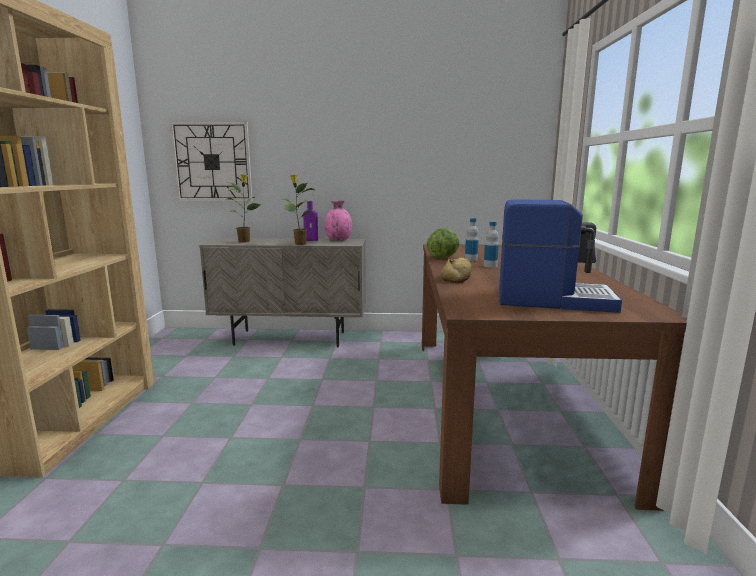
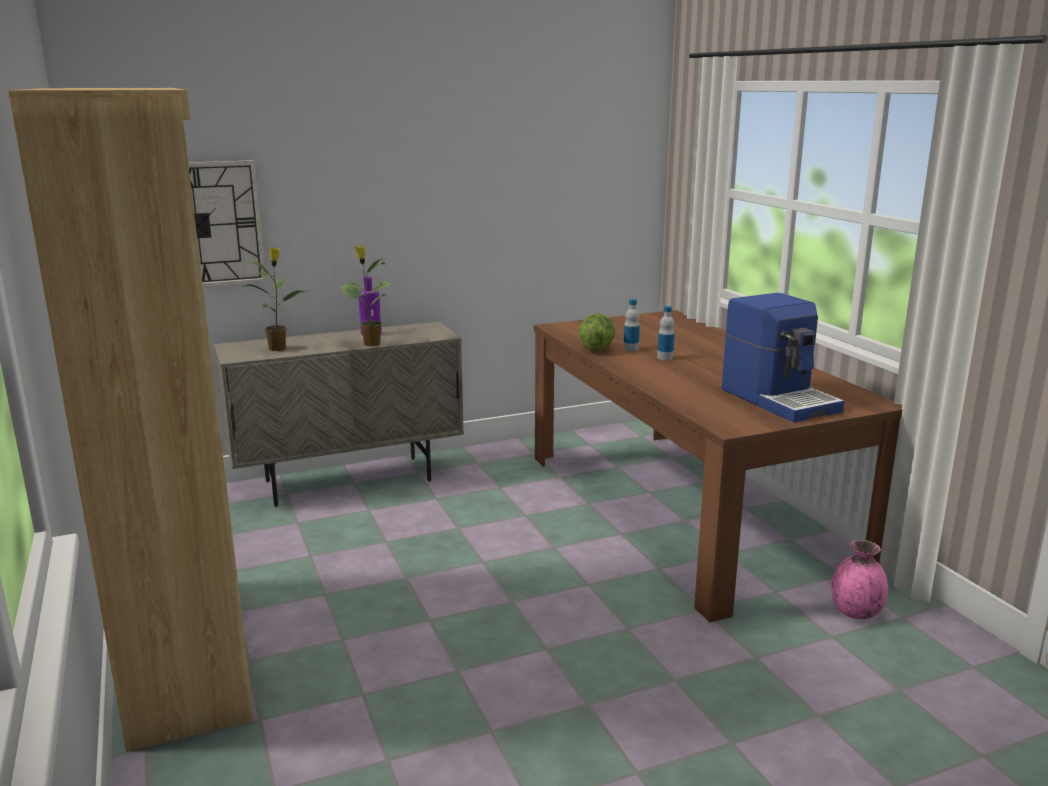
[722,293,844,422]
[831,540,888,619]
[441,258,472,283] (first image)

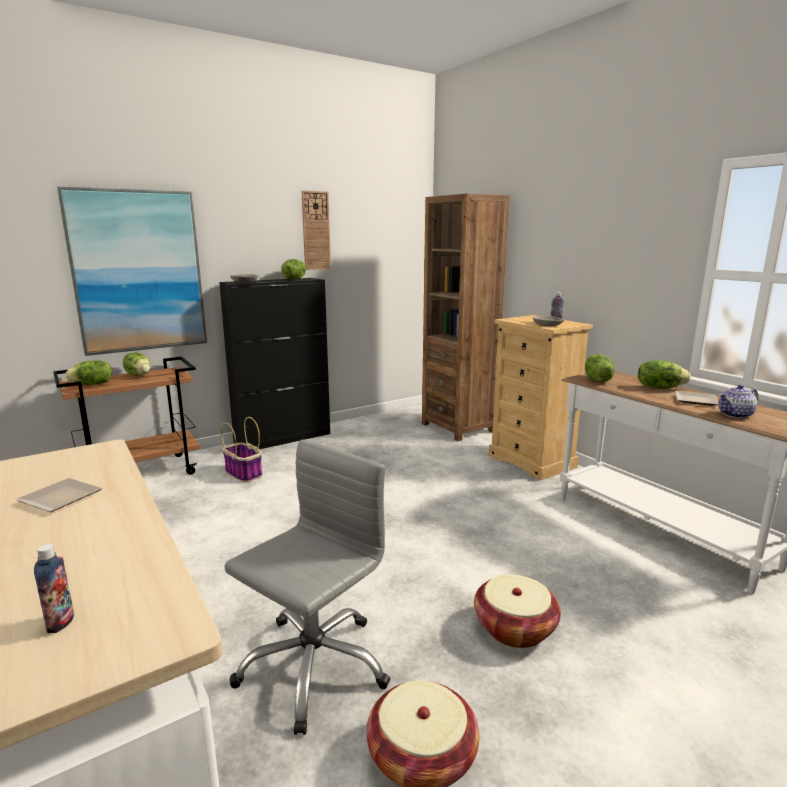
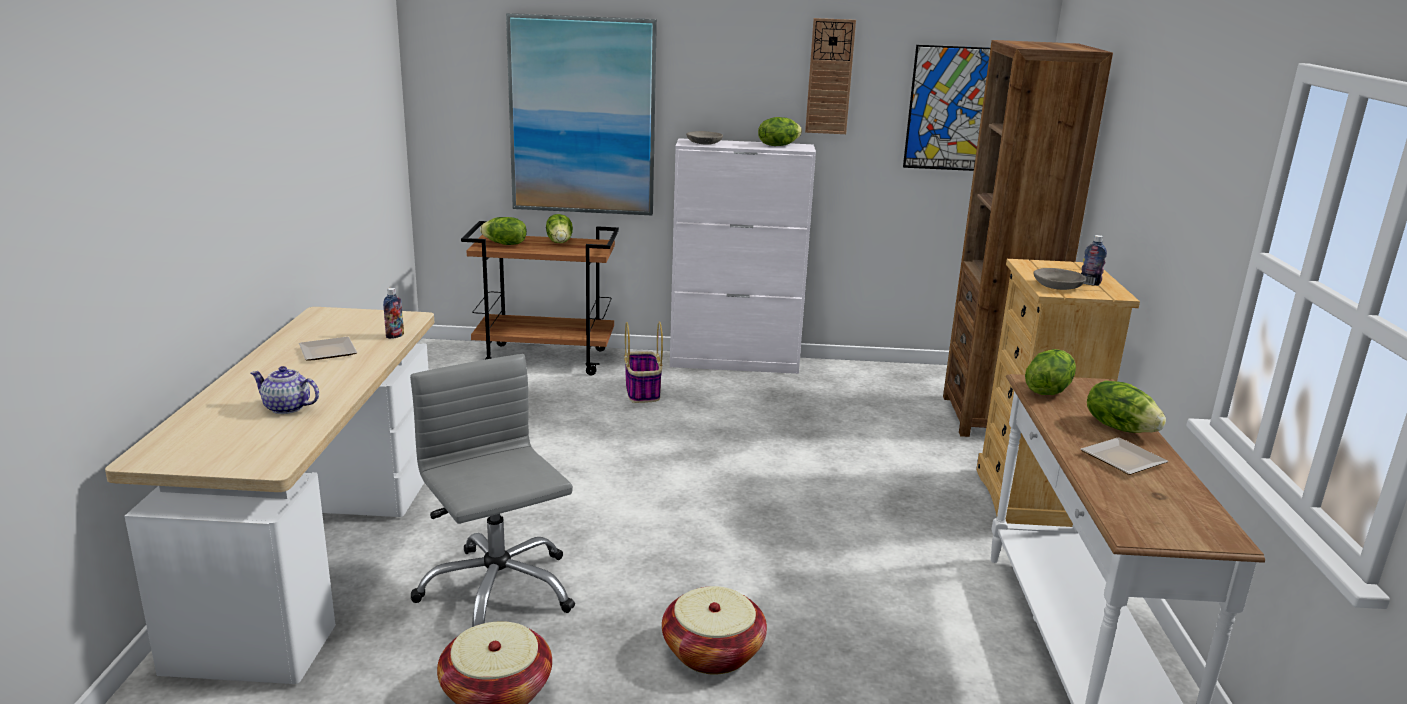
[251,366,319,414]
[383,288,404,339]
[410,354,575,627]
[670,138,816,374]
[903,45,990,171]

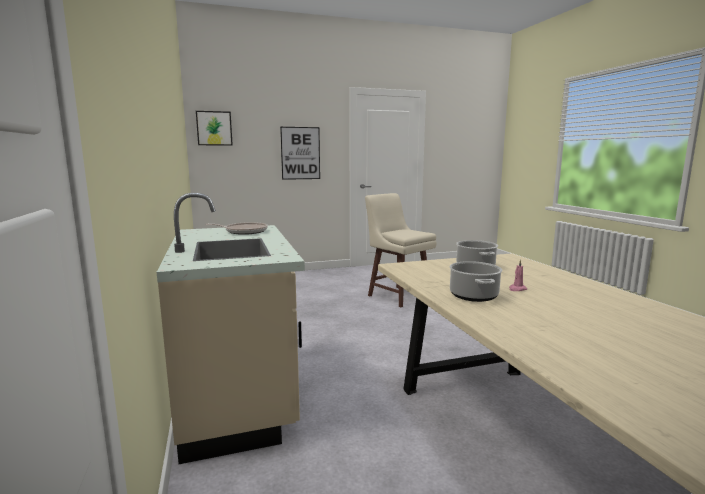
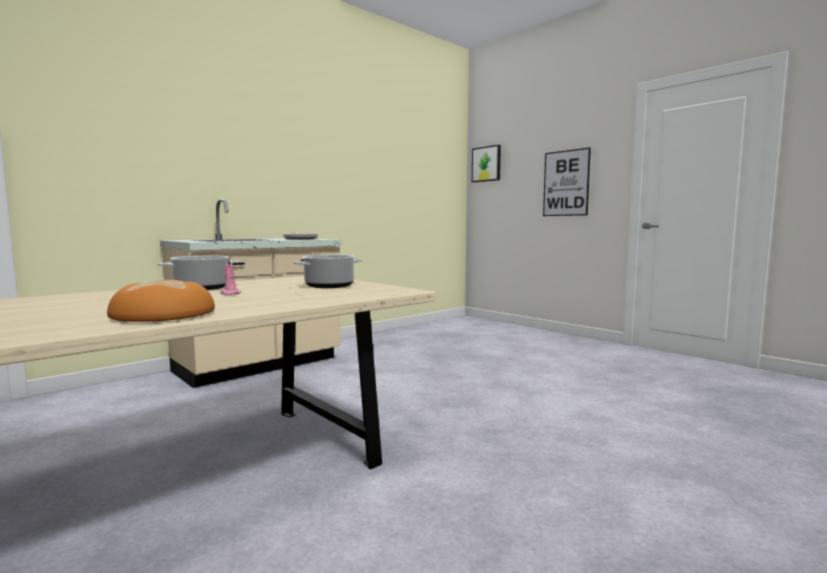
[107,280,215,322]
[365,193,437,307] (first image)

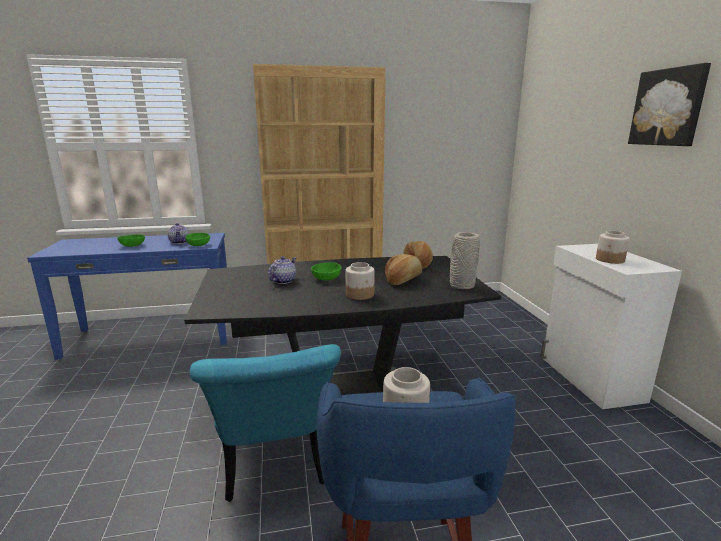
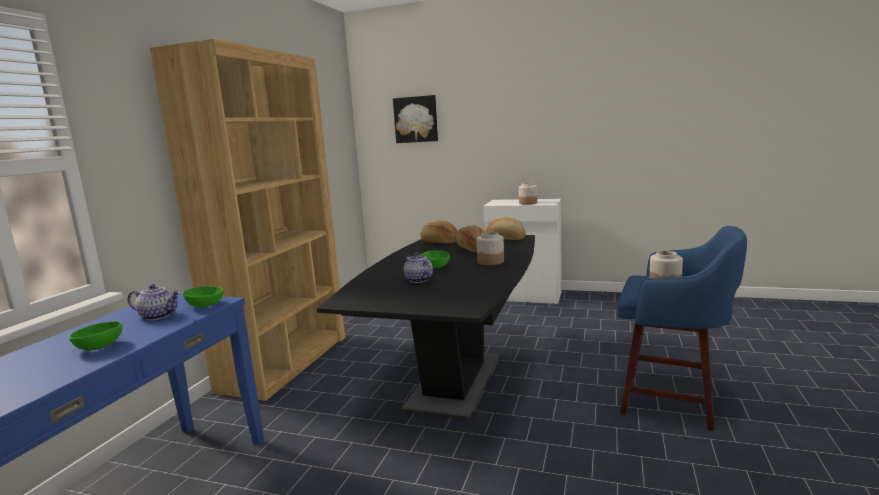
[393,95,438,143]
[486,217,526,240]
[190,344,341,502] (first image)

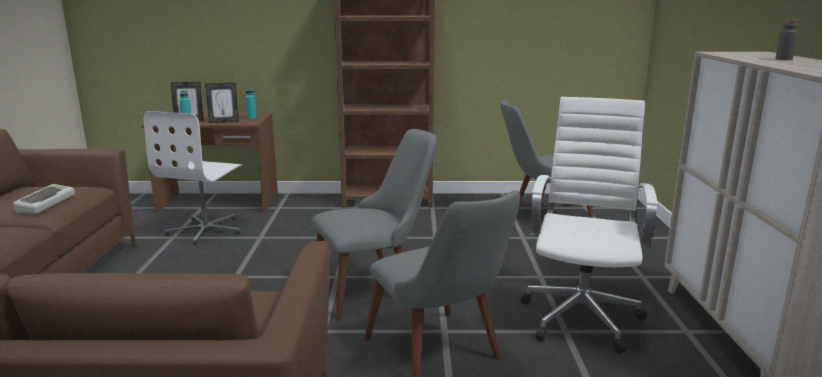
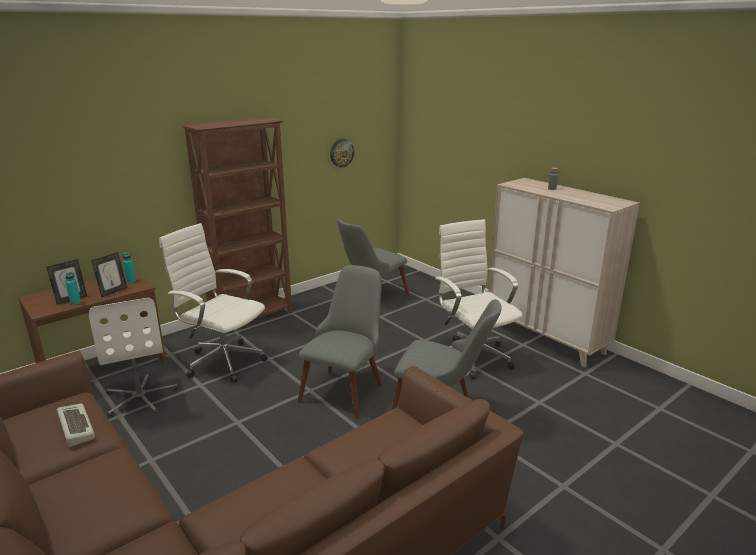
[159,223,268,383]
[330,138,354,168]

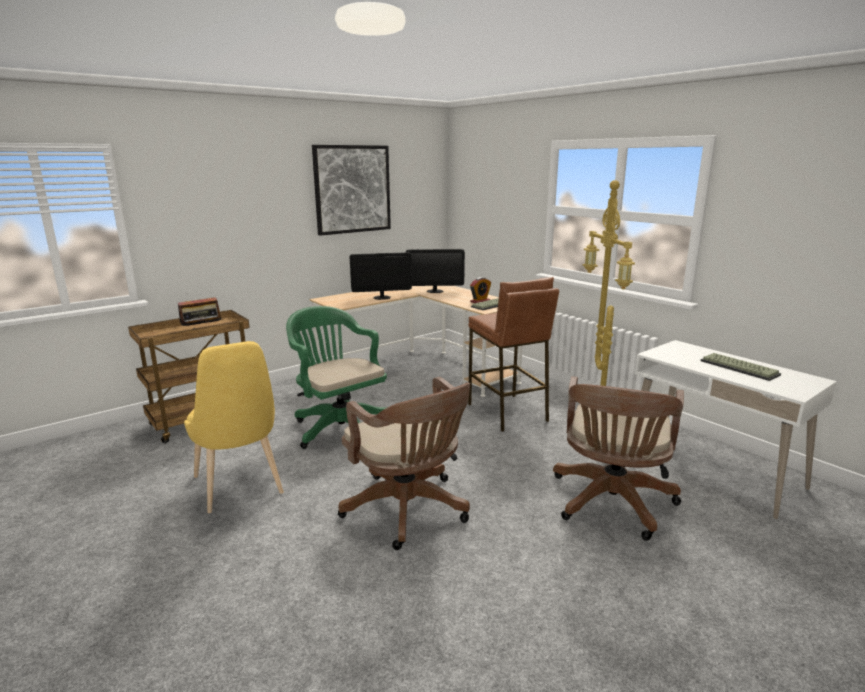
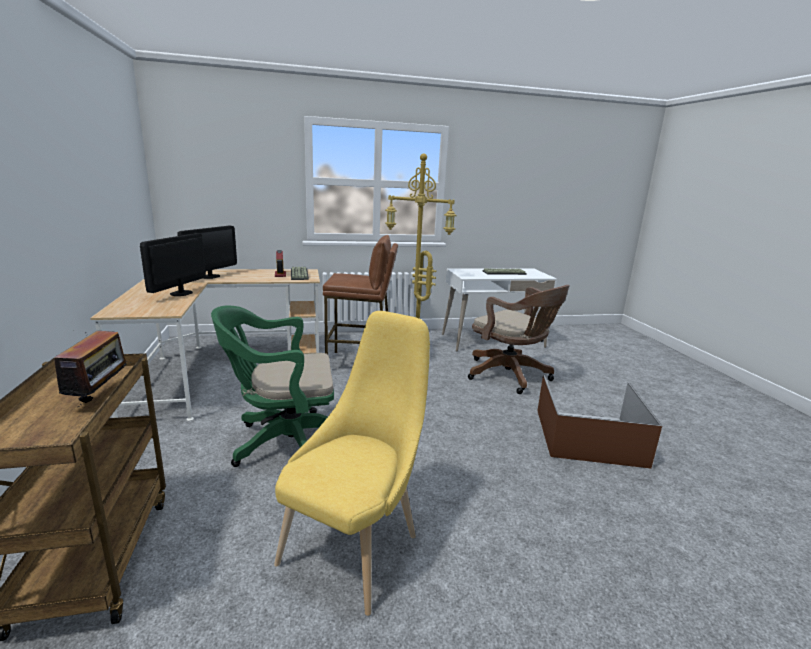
[274,311,430,616]
[537,375,662,468]
[312,145,391,236] (first image)
[338,377,470,550] (first image)

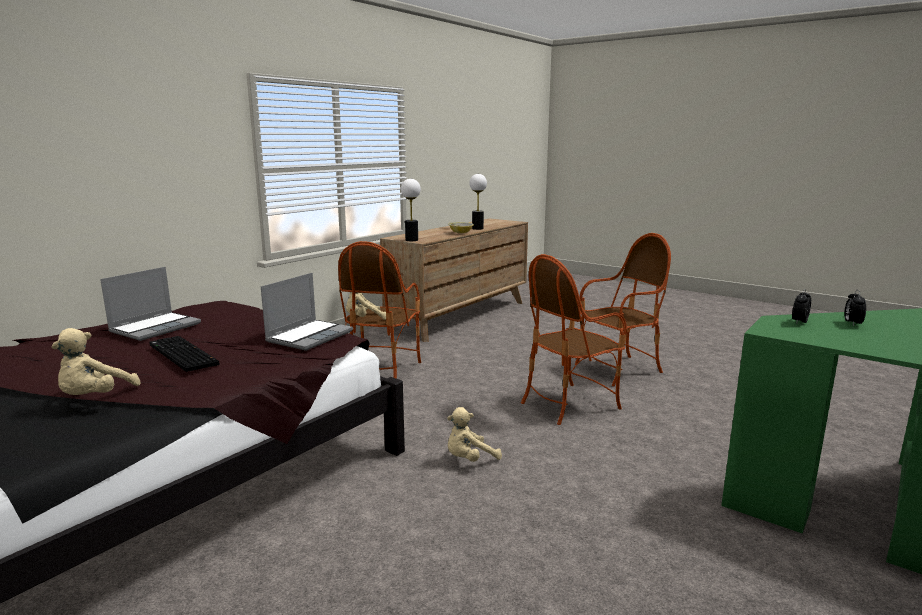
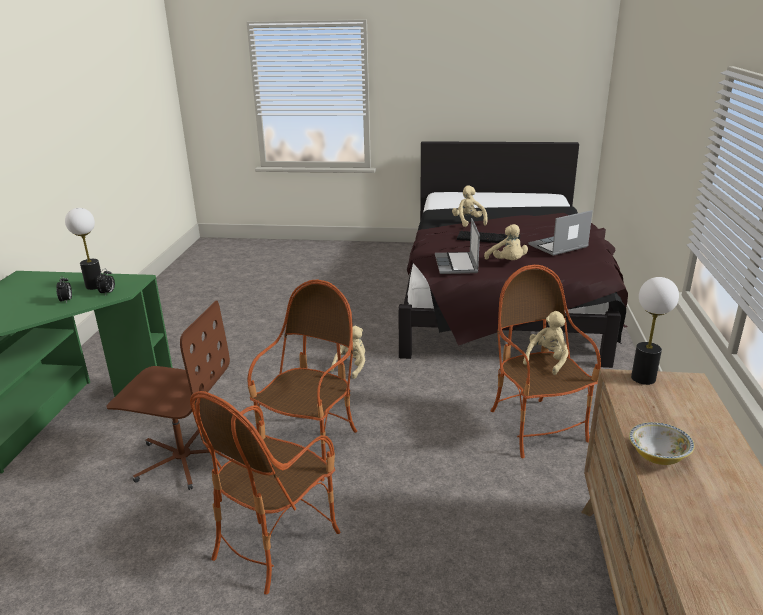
[65,208,102,290]
[106,300,230,490]
[484,224,528,260]
[529,210,593,256]

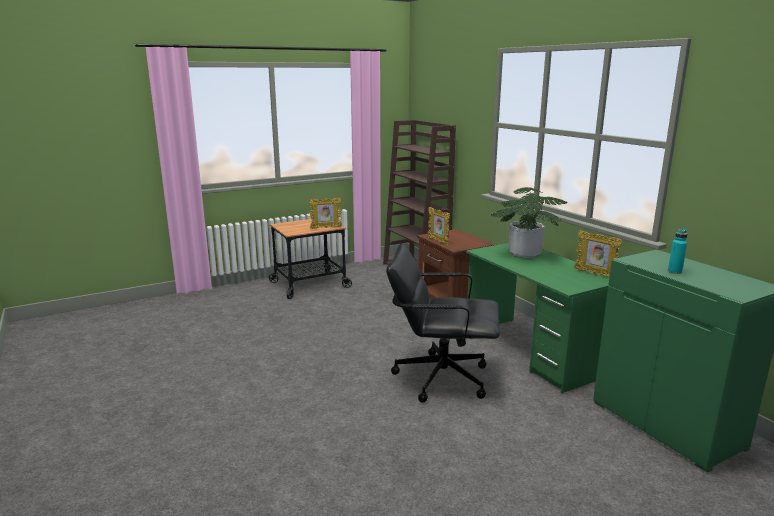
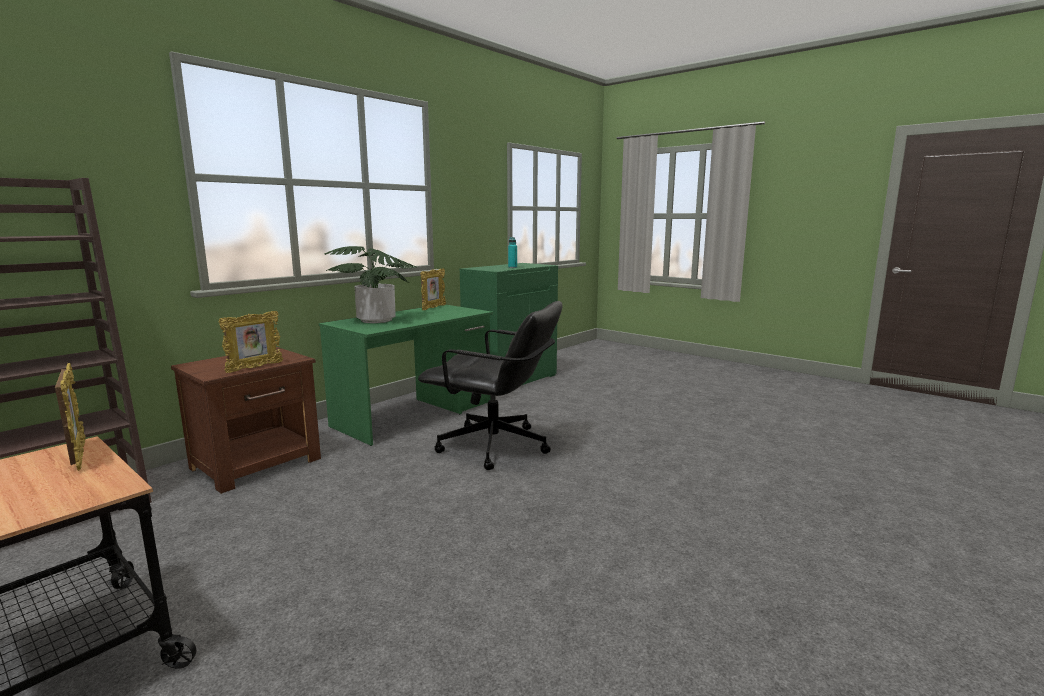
[418,301,562,470]

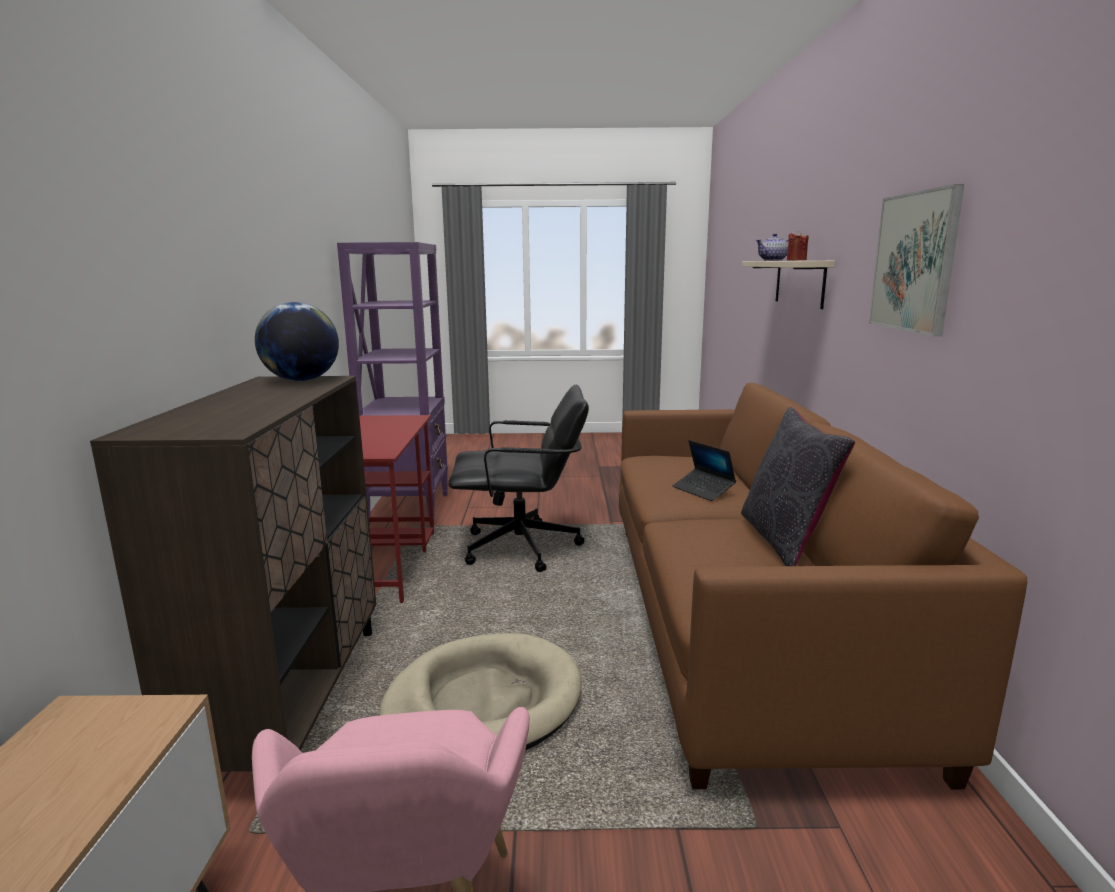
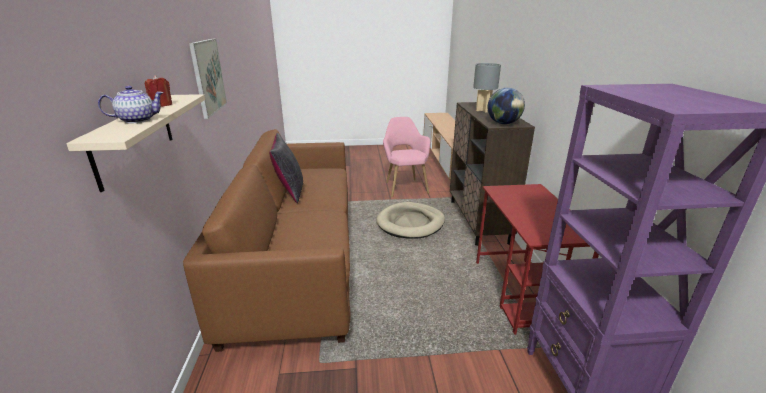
[473,63,501,112]
[448,384,589,572] (first image)
[673,440,736,501] (first image)

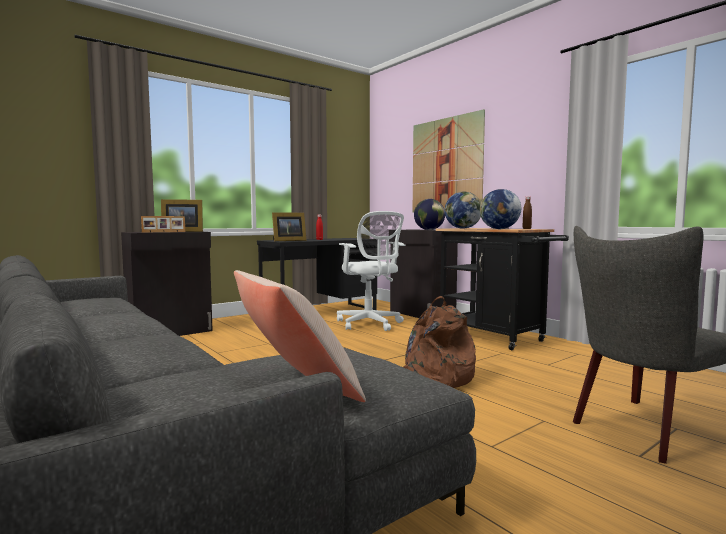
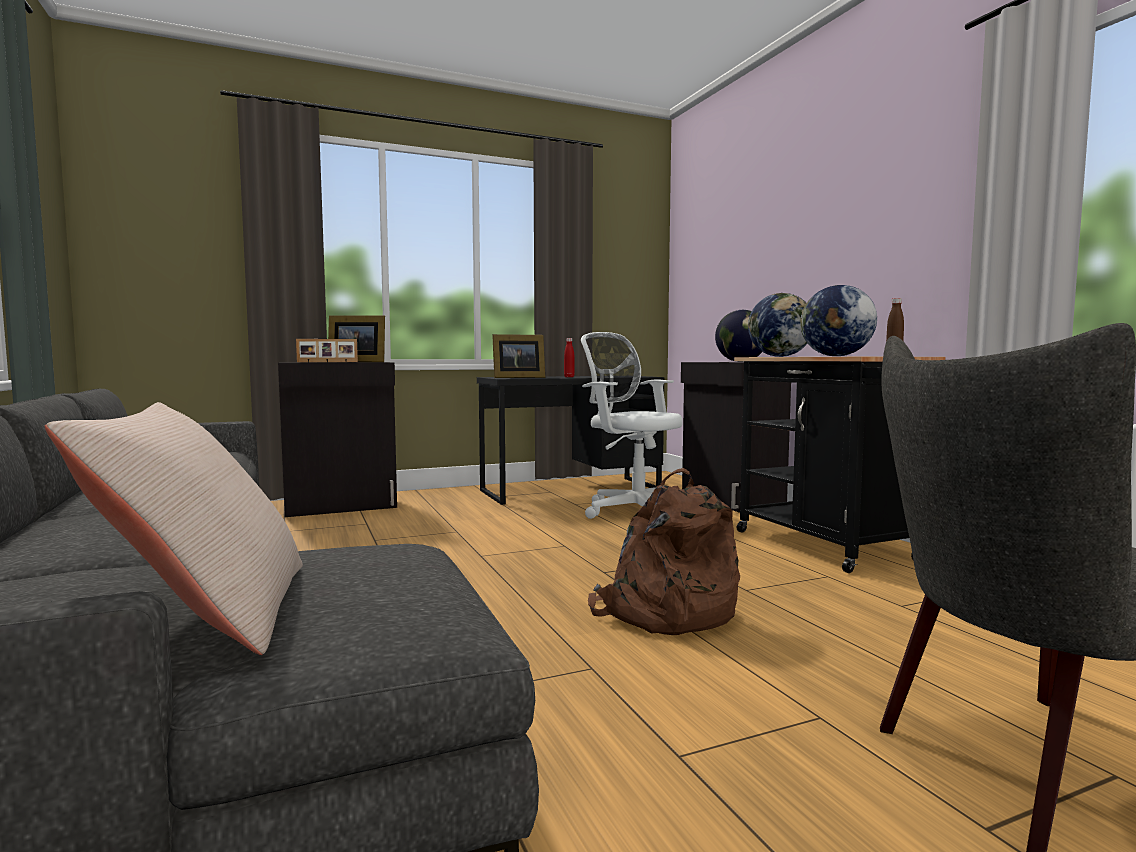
[581,332,683,519]
[412,109,485,213] (first image)

